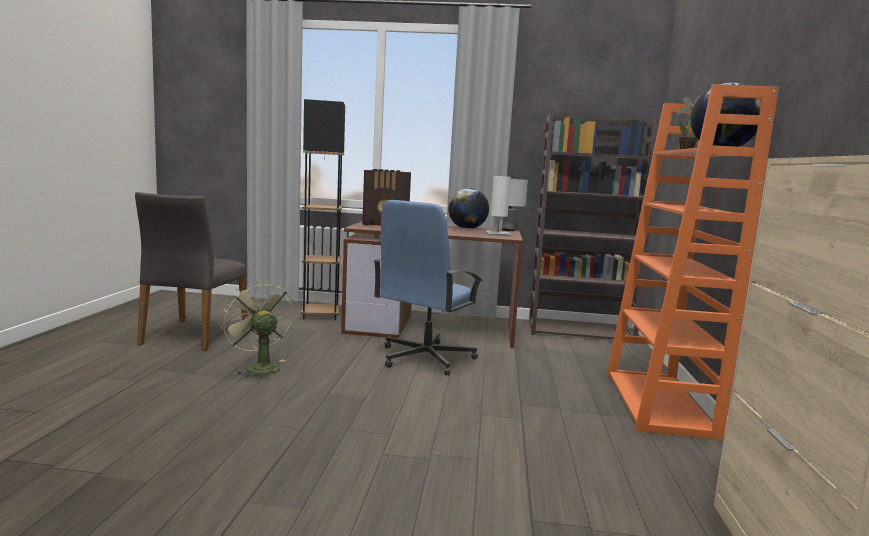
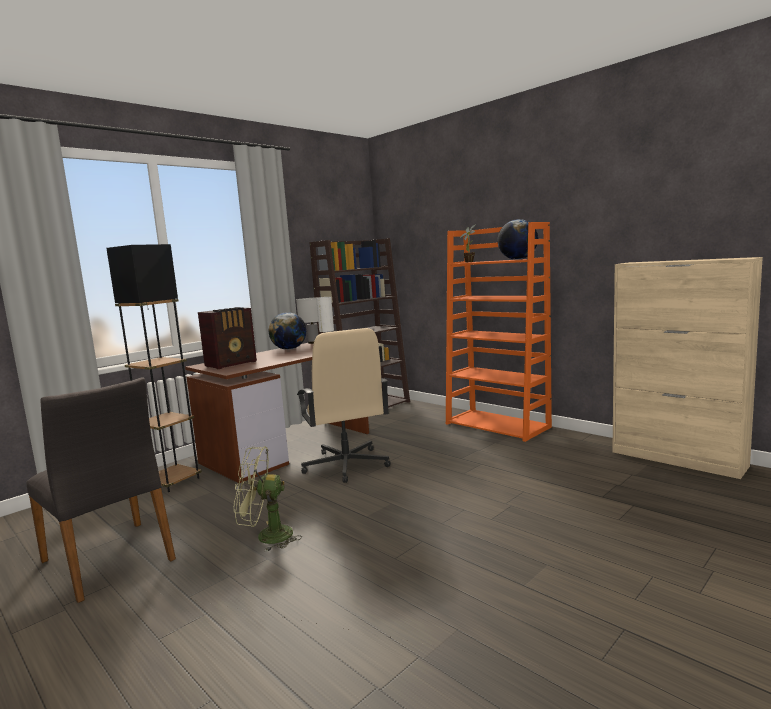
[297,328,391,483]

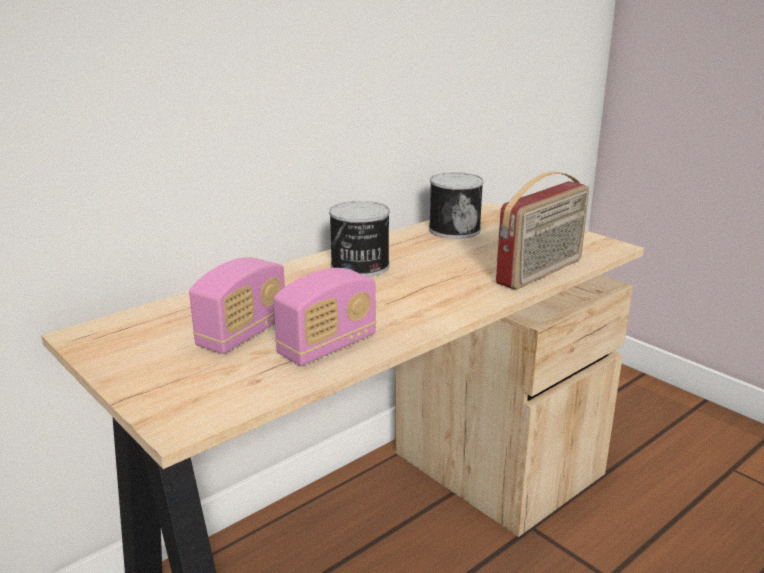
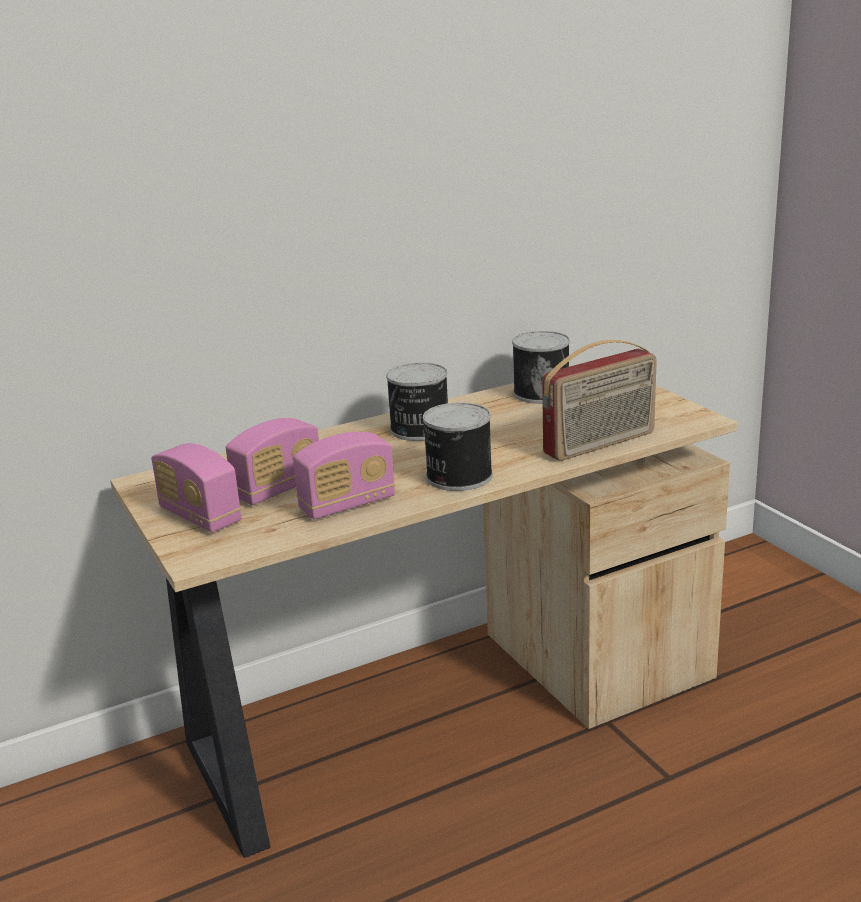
[151,443,241,533]
[423,403,493,491]

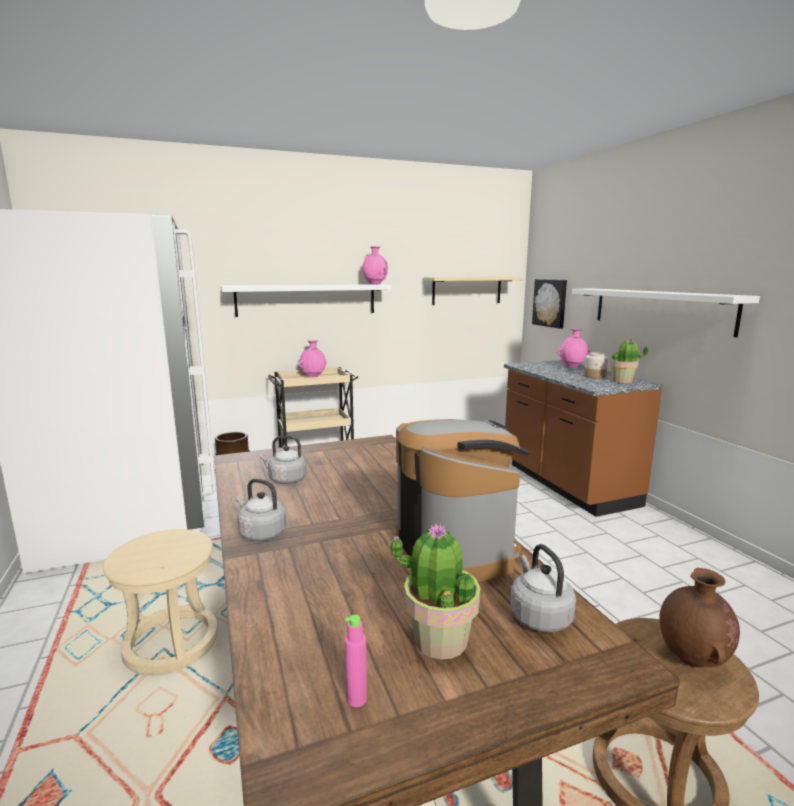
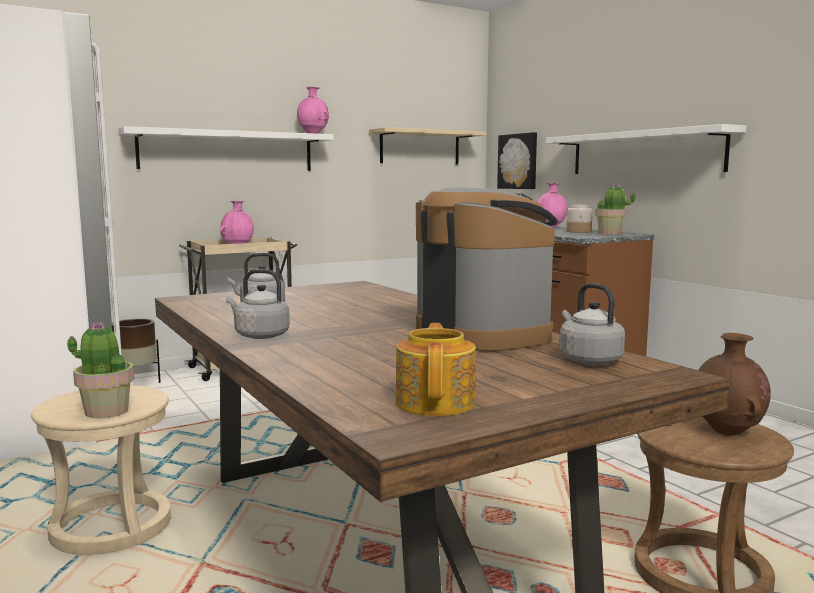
[67,321,134,418]
[396,323,476,416]

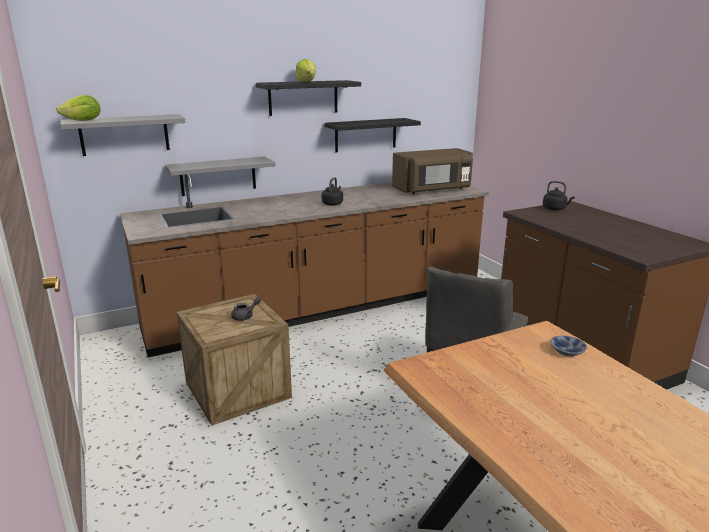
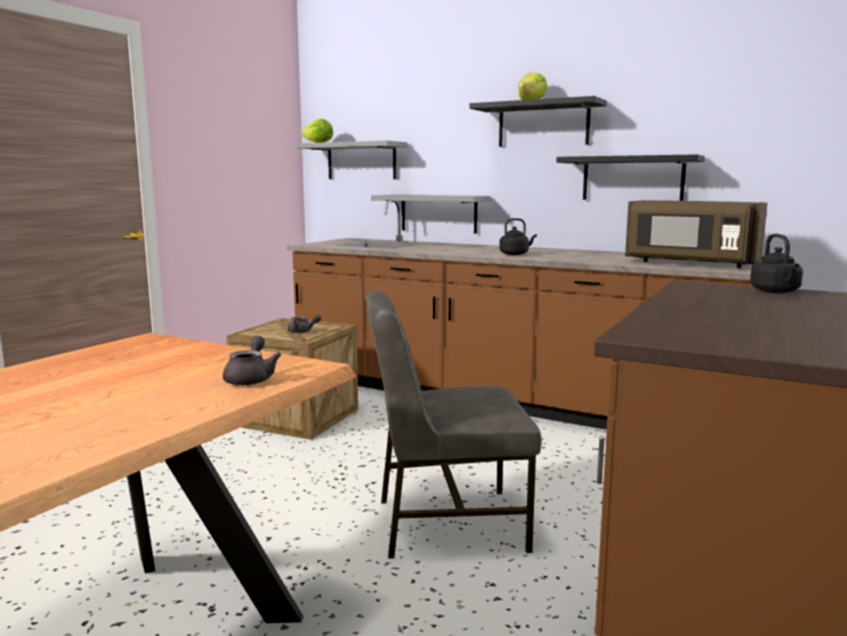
[223,336,281,386]

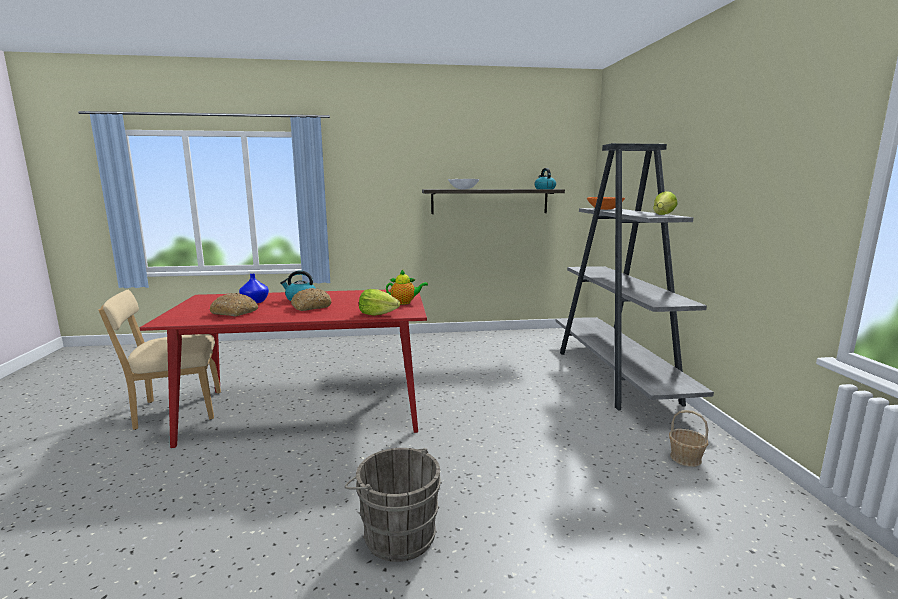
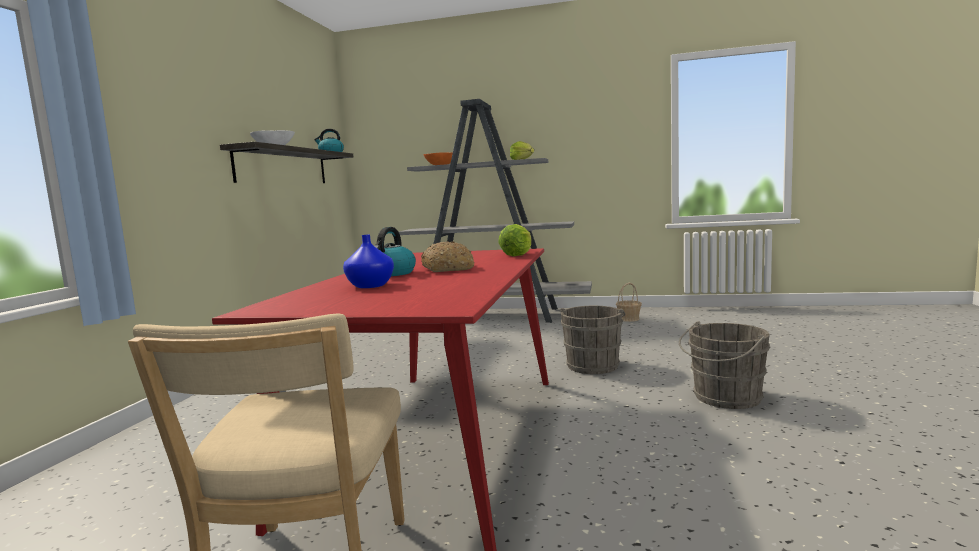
[560,306,625,374]
[209,293,258,316] (first image)
[386,270,428,304] (first image)

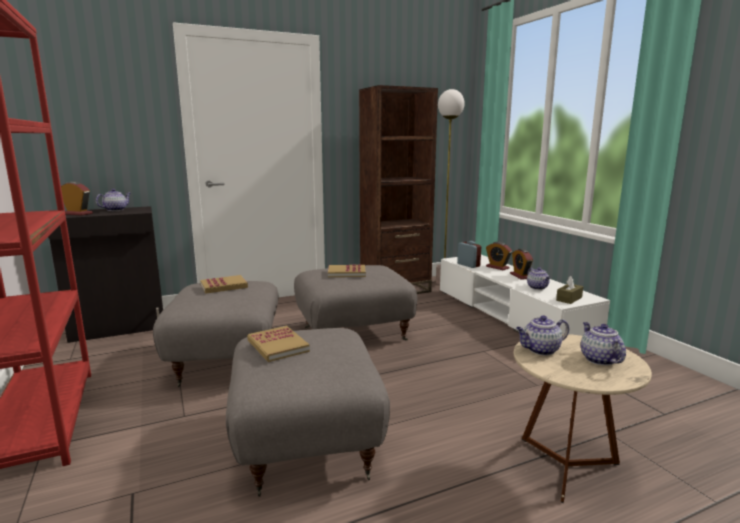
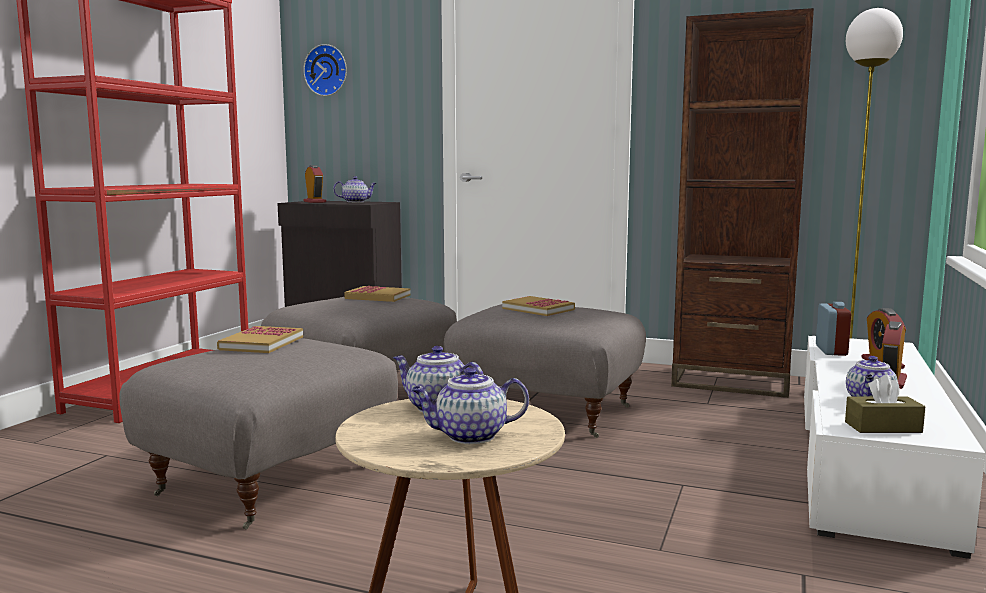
[303,44,347,96]
[411,367,529,444]

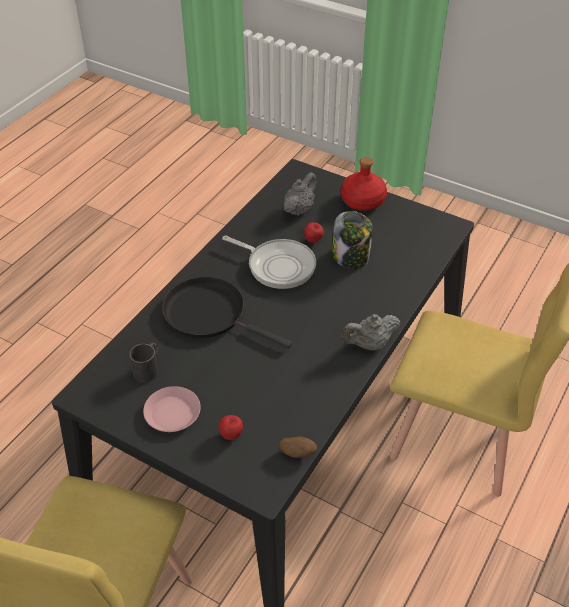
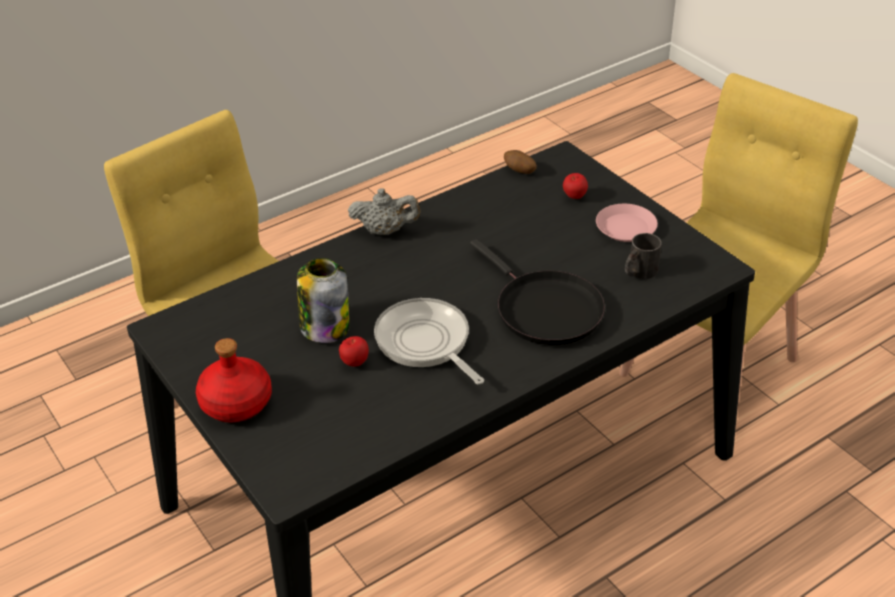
[284,172,316,216] (first image)

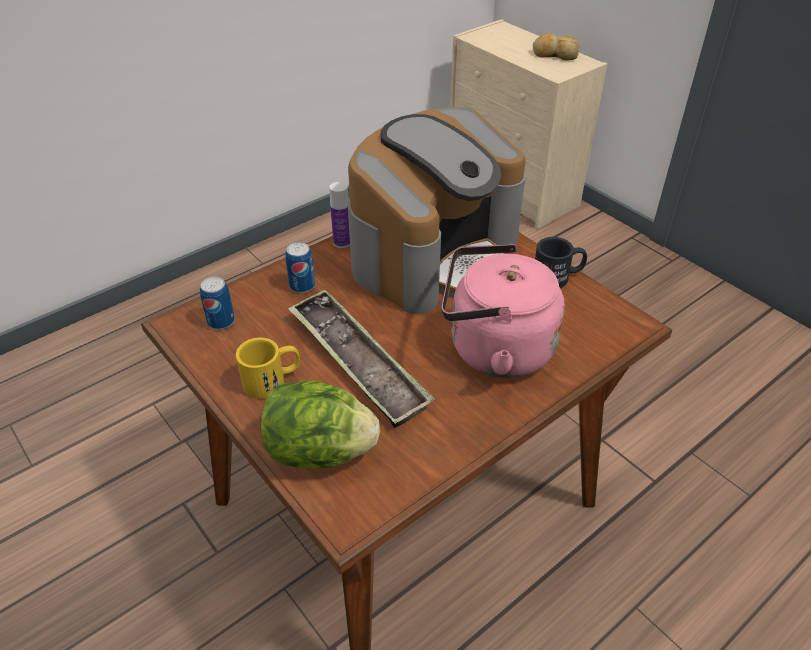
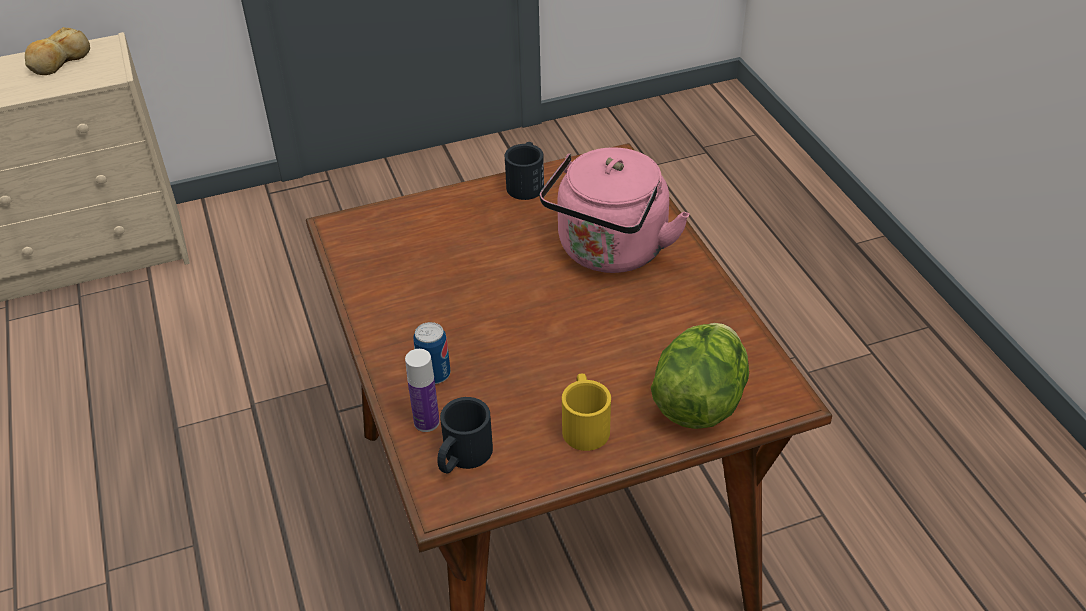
[405,349,440,432]
[437,397,493,474]
[288,290,435,428] (first image)
[348,107,525,314] (first image)

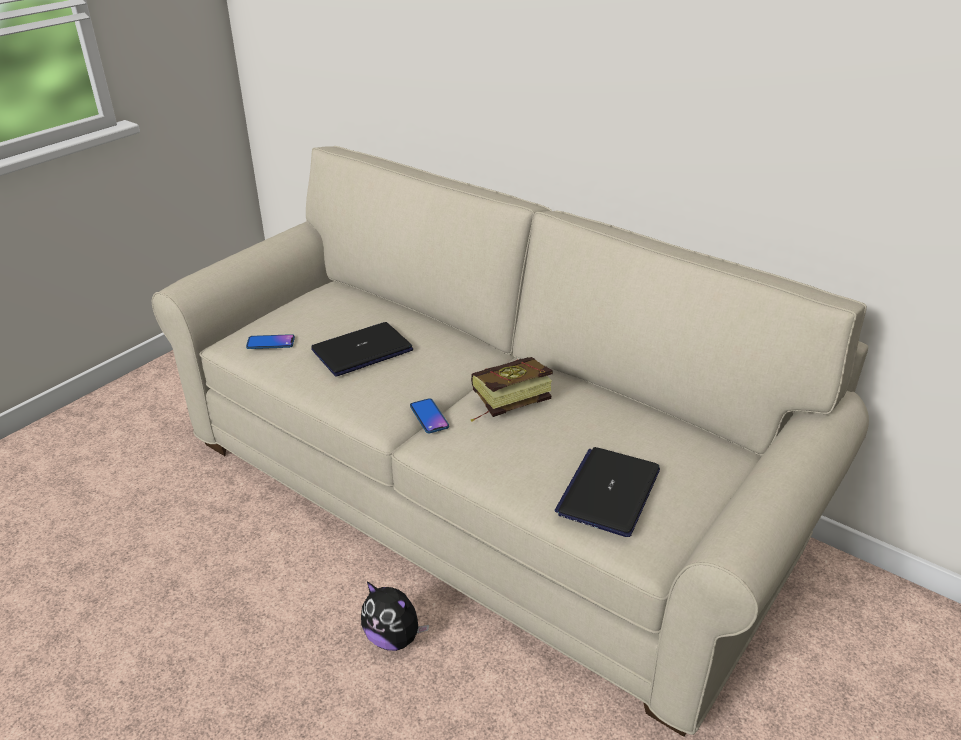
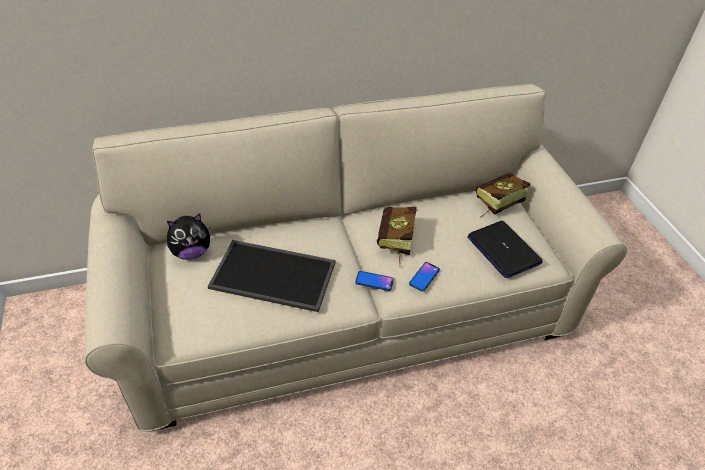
[167,214,211,260]
[208,240,336,312]
[409,262,440,292]
[476,173,531,218]

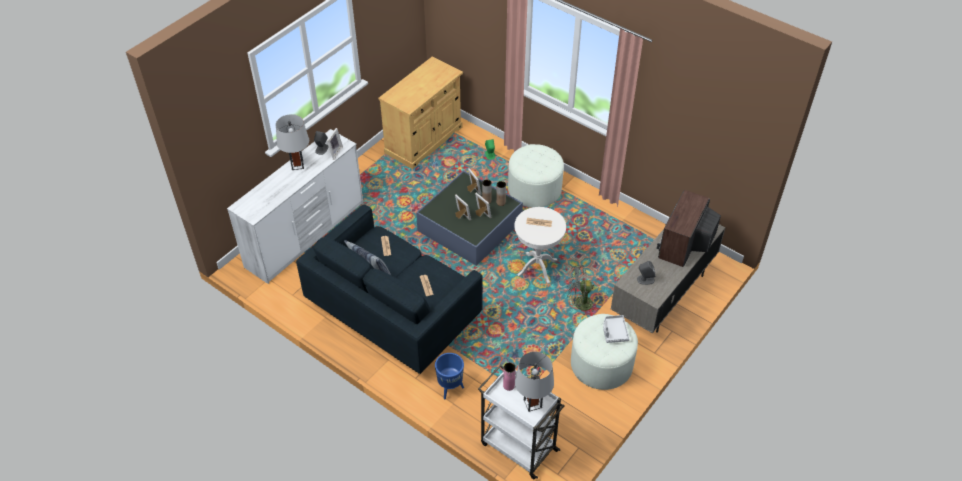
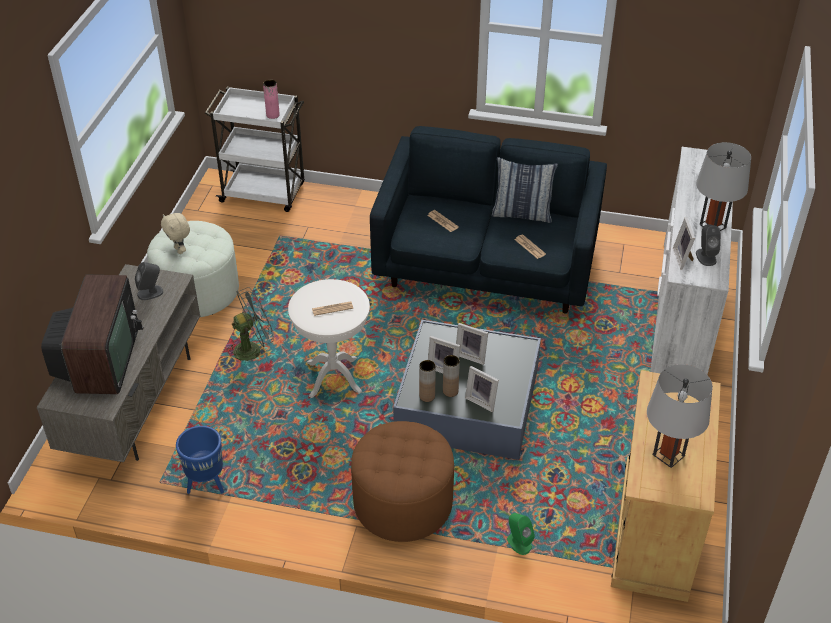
[161,213,190,254]
[176,426,224,494]
[351,421,454,542]
[647,364,713,468]

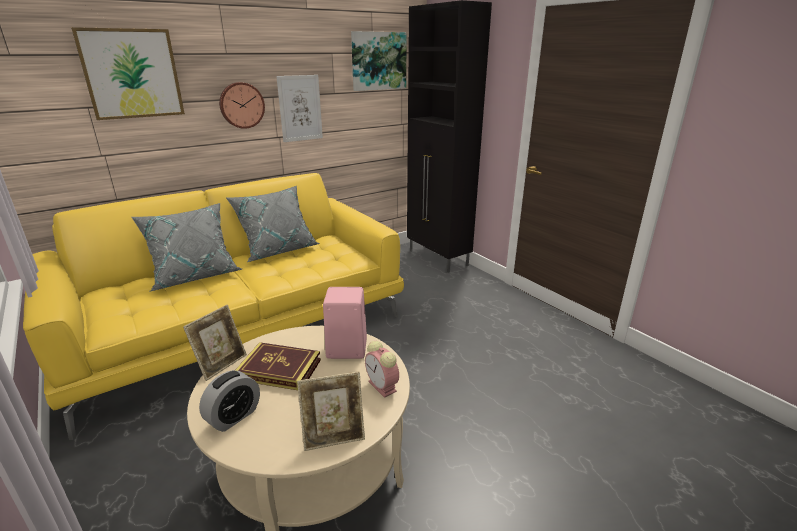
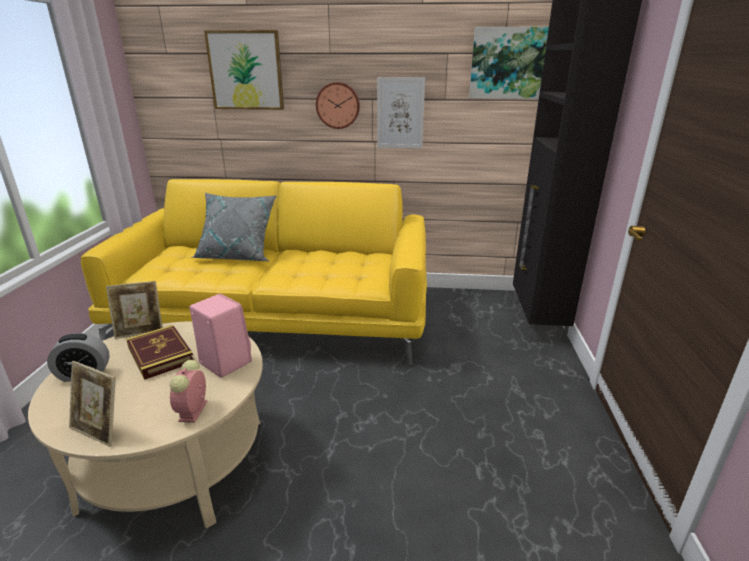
[226,186,320,262] (first image)

